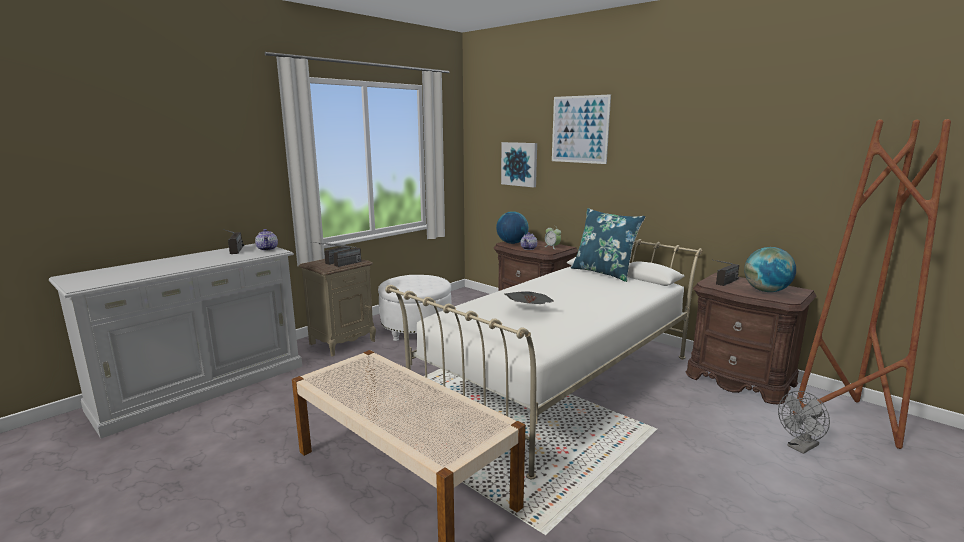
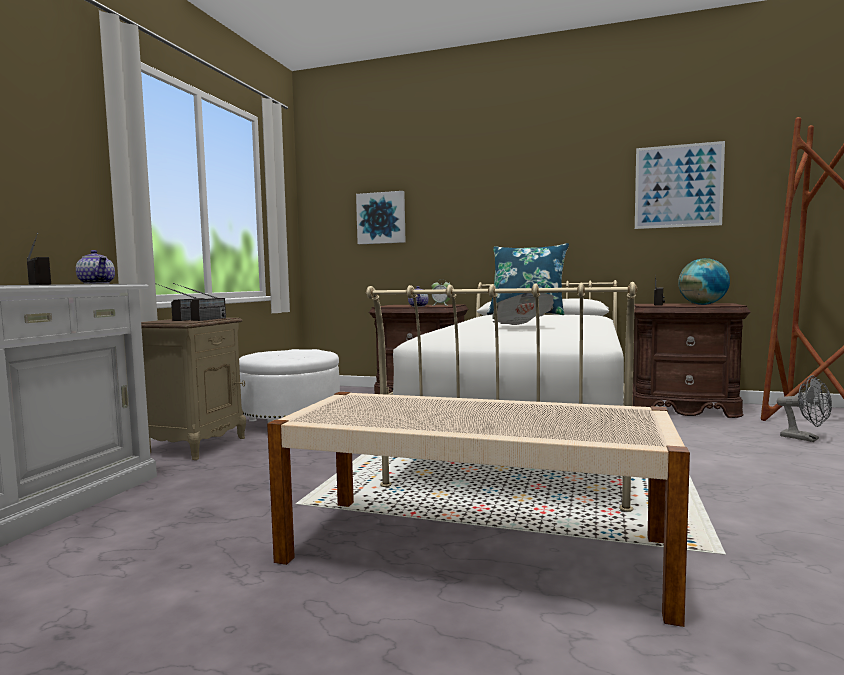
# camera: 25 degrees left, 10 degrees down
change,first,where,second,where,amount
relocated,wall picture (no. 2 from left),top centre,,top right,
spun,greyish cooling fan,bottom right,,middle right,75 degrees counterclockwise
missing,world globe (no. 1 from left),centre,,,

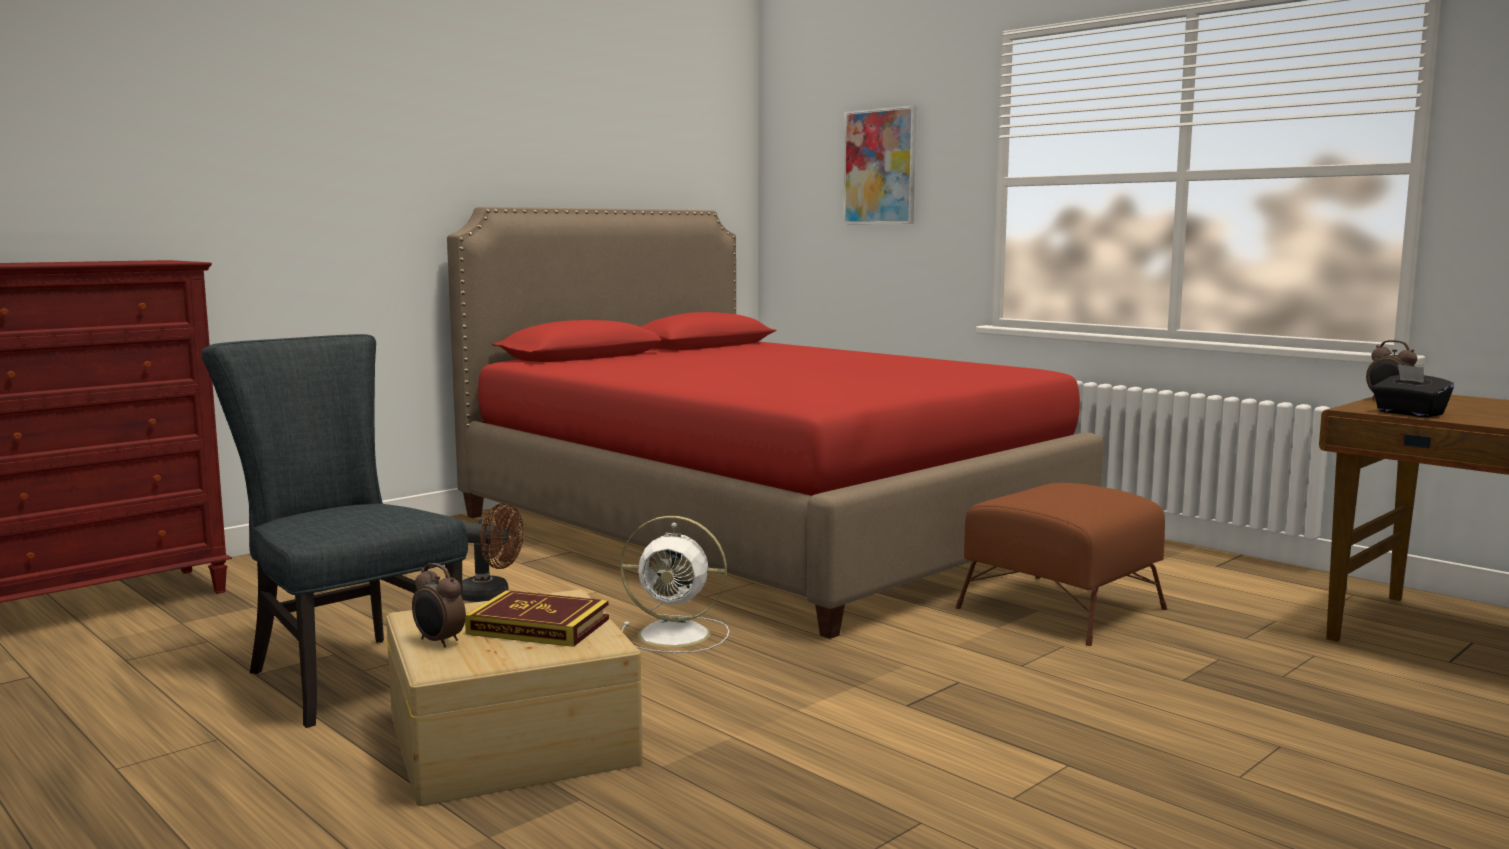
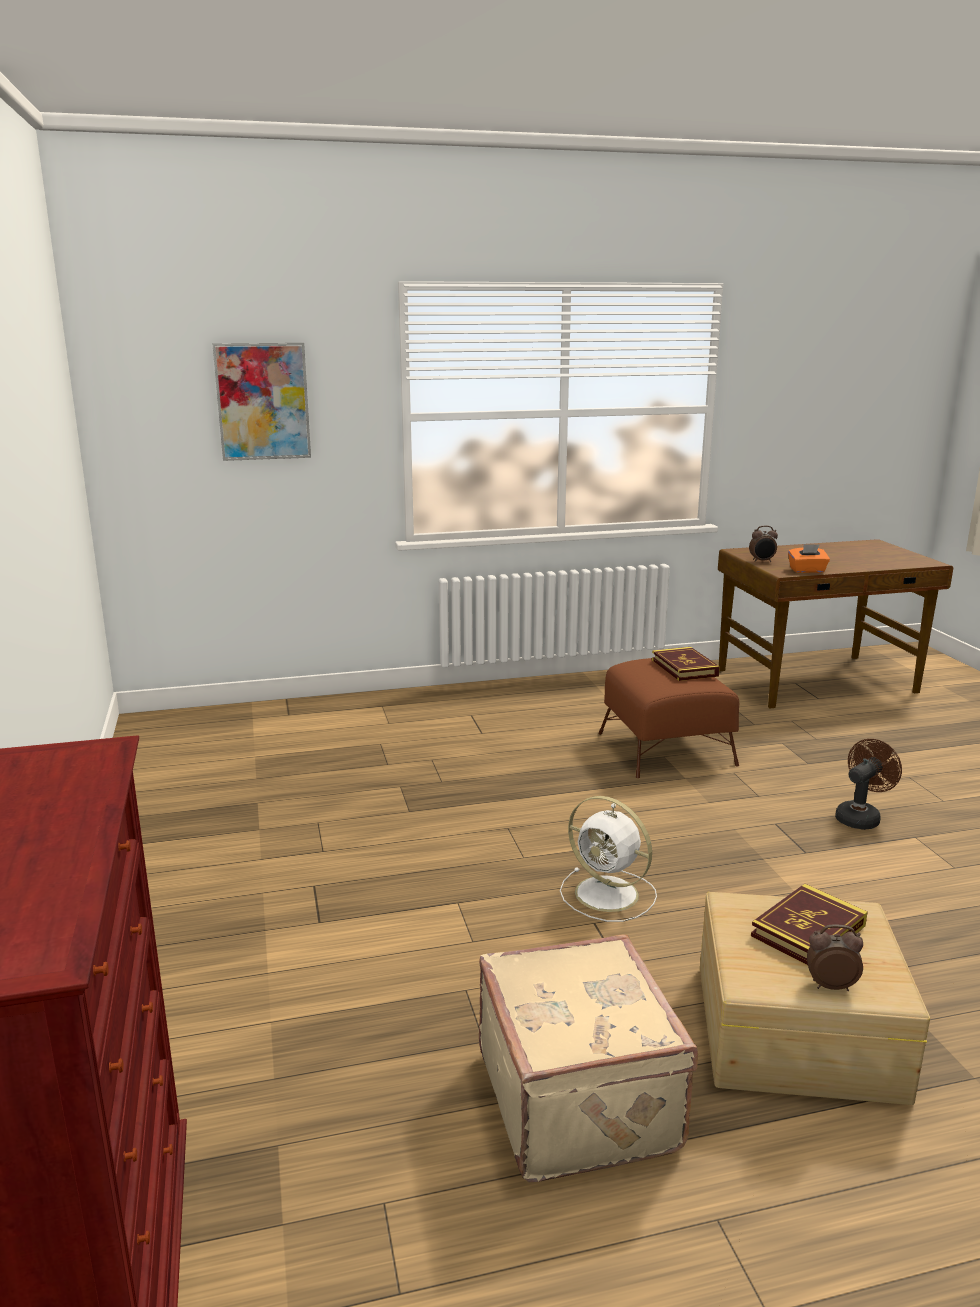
# camera: 60 degrees left, 10 degrees up
change,first,where,second,where,amount
exchanged,greyish upright chair,middle left,beige travel case,bottom centre,
spun,white cooling fan,bottom centre,,centre,90 degrees clockwise
appeared,,,book (no. 1 from left),middle right,
colour,black-coloured tissue box,middle right,orange-coloured tissue box,middle right,
spun,bedside clock (no. 1 from left in the first image),bottom left,bedside clock (no. 2 from left),bottom right,150 degrees counterclockwise
relocated,brown cooling fan,middle left,,middle right,
missing,red-coloured bed,centre,,,

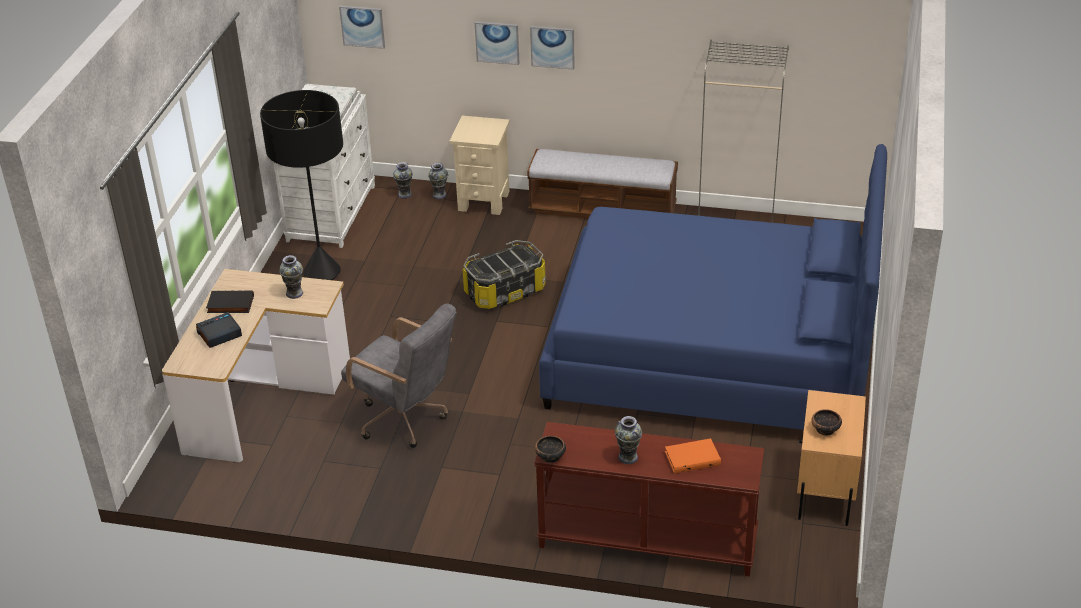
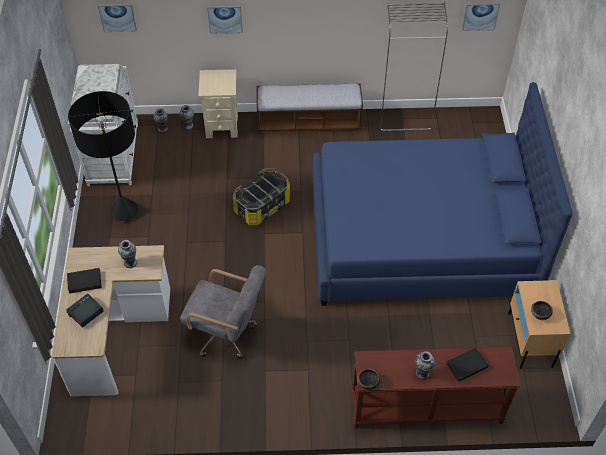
# camera: 15 degrees left, 15 degrees up
change,first,where,second,where,amount
colour,orange-coloured book,bottom centre,black-coloured book (no. 2 from left),bottom right,
relocated,wall picture (no. 3 from left),top centre,,top right,

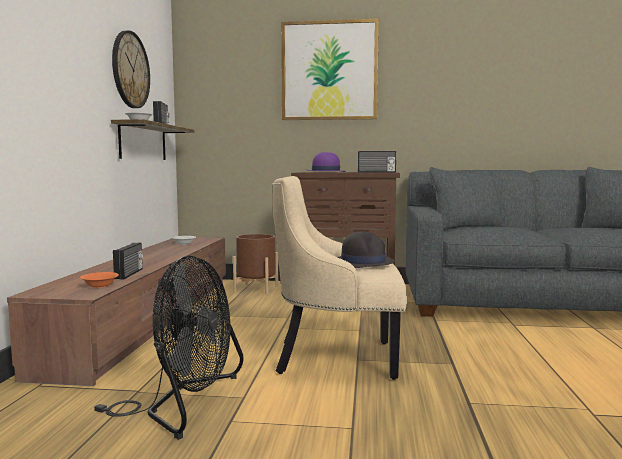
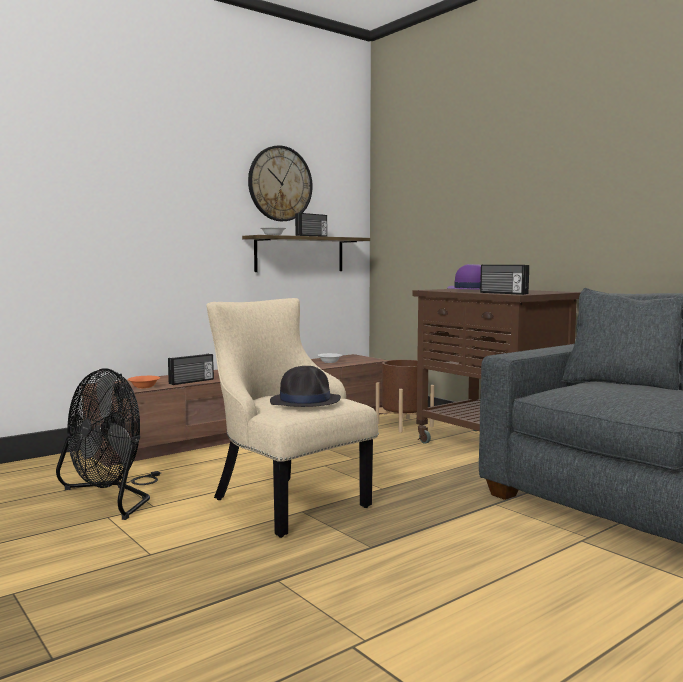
# camera: 45 degrees right, 0 degrees up
change,first,where,second,where,amount
spun,black-coloured cooling fan,bottom left,,middle left,75 degrees clockwise
missing,wall picture,top centre,,,

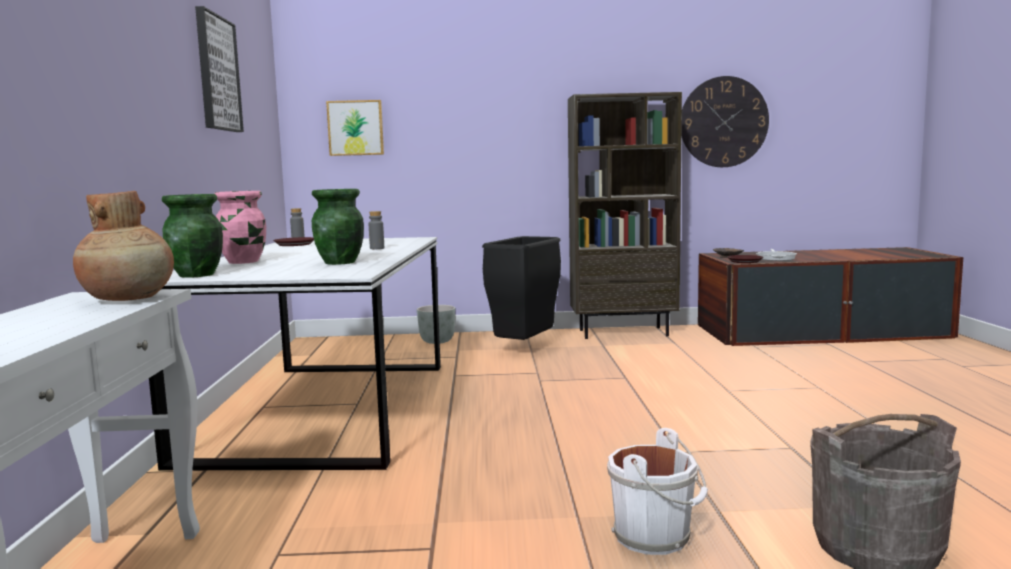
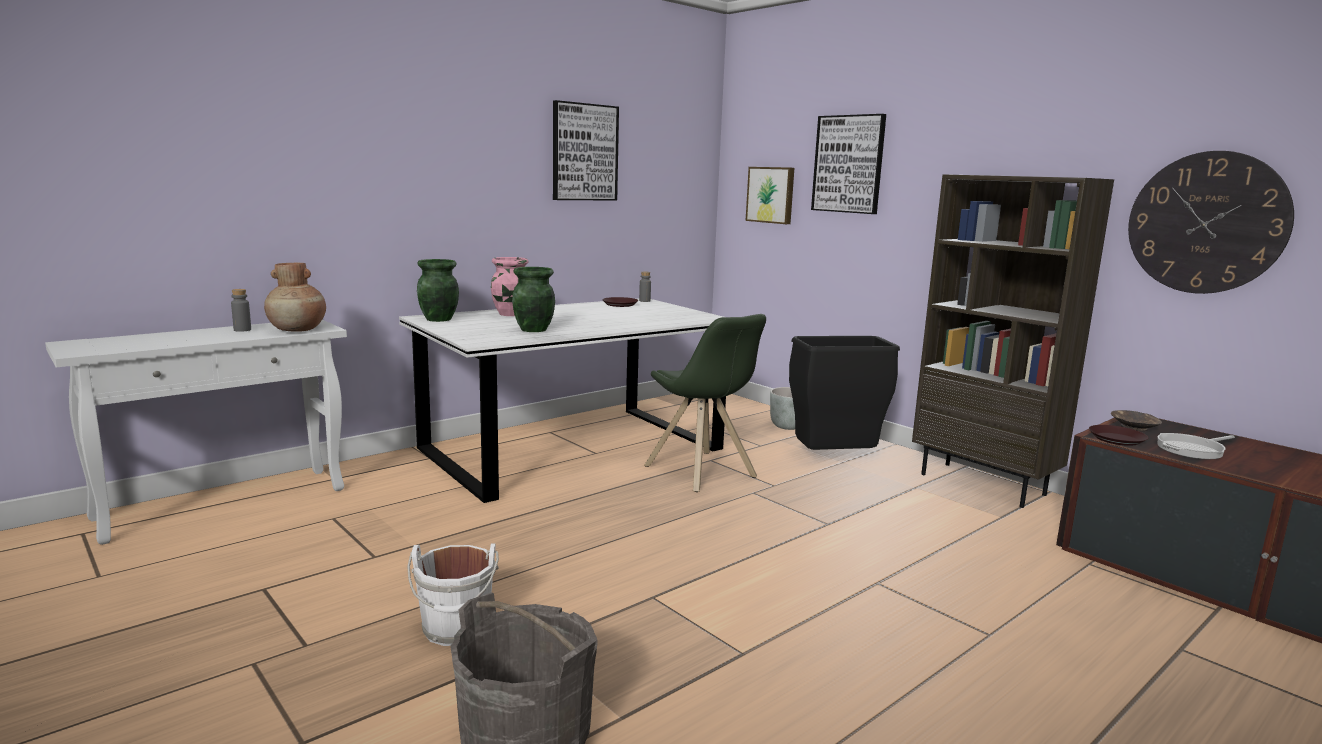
# camera: 50 degrees right, 5 degrees up
change,first,where,second,where,amount
relocated,greyish bottle (no. 2 from left in the first image),centre,greyish bottle (no. 1 from left),middle left,
appeared,,,green-coloured upright chair,centre,
appeared,,,wall picture (no. 3 from left),top centre,

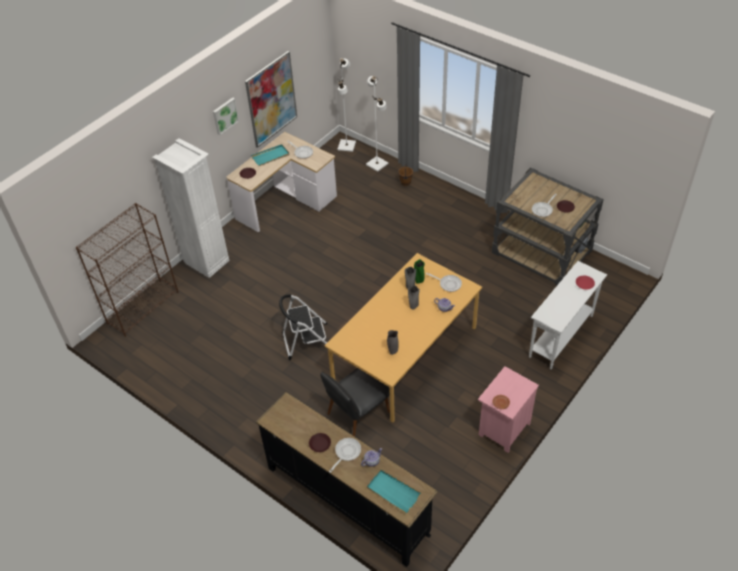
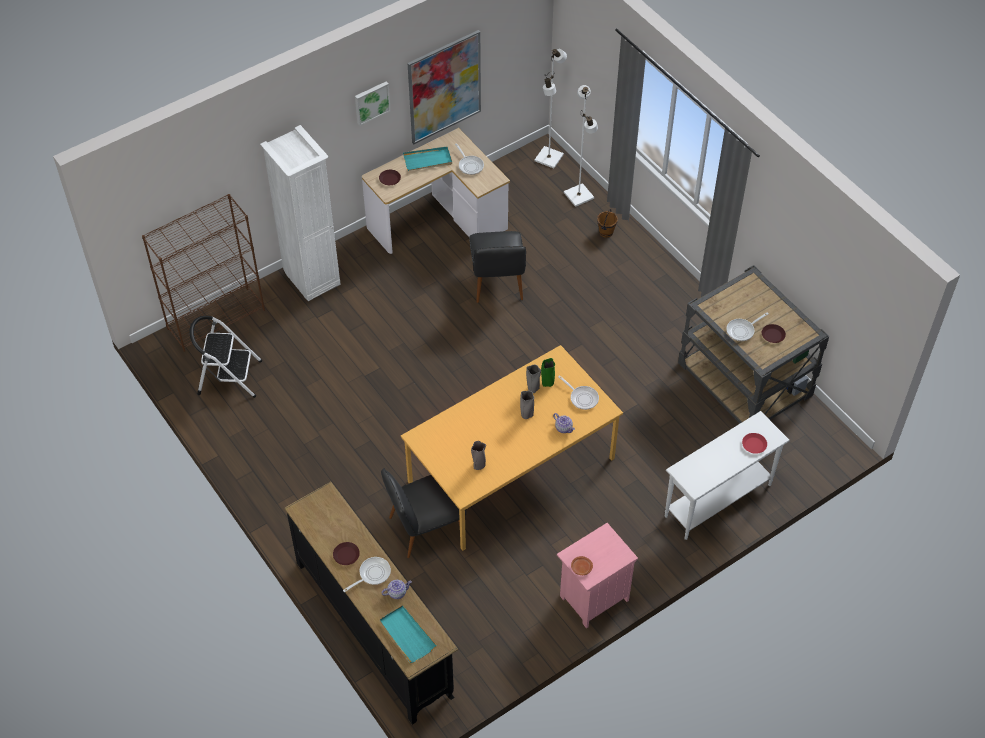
# camera: 15 degrees right, 5 degrees up
change,first,where,second,where,amount
relocated,step stool,centre,,middle left,
appeared,,,black-coloured upright chair (no. 2 from left),centre,

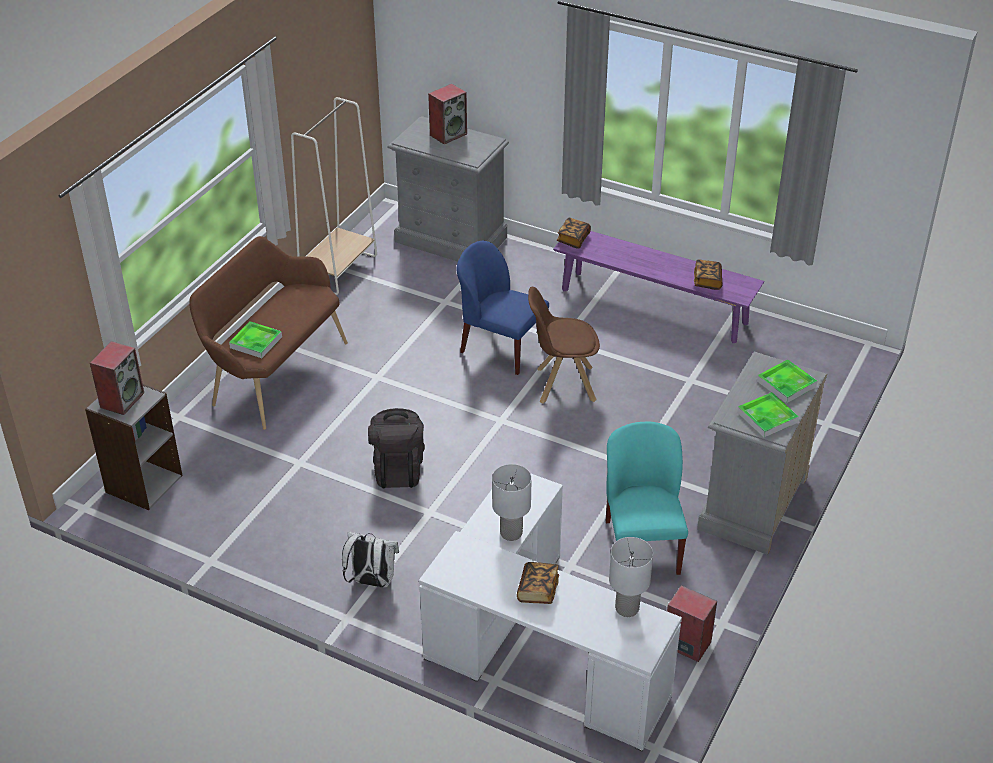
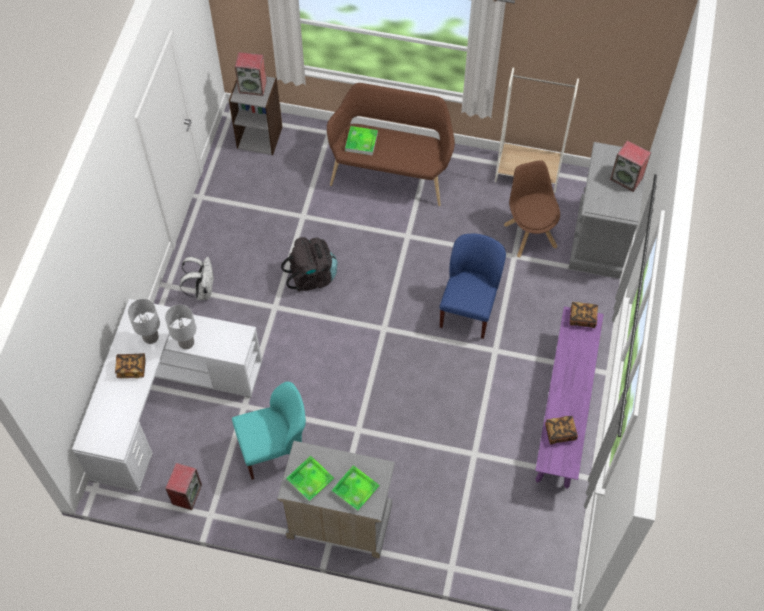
# camera: 75 degrees right, 20 degrees up
change,first,where,second,where,amount
relocated,greyish tabletop lamp (no. 2 from left in the first image),bottom centre,greyish tabletop lamp (no. 1 from left),middle left,
relocated,brown upright chair,centre,,middle right,

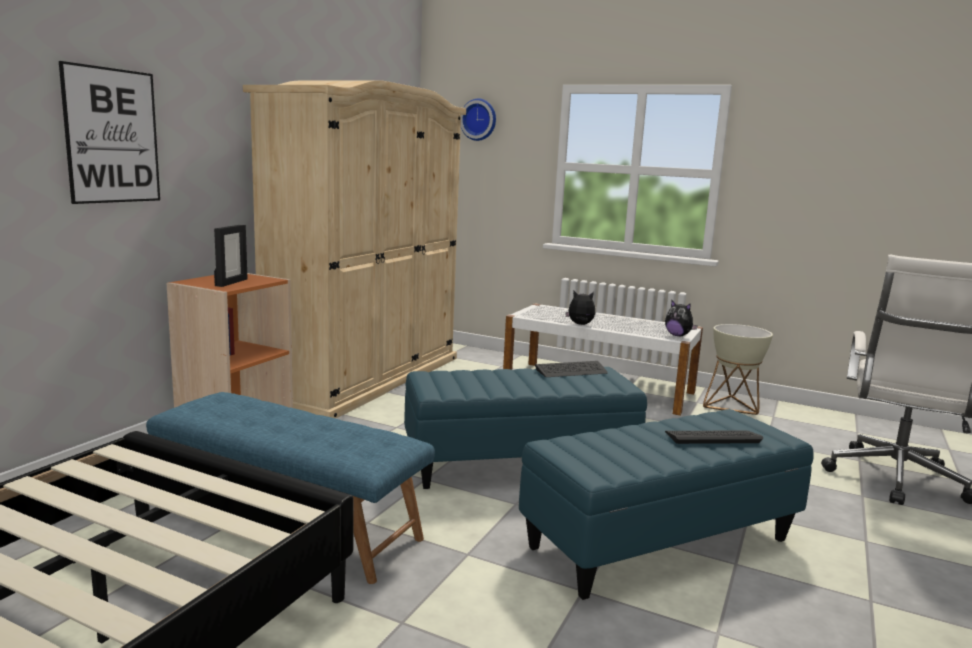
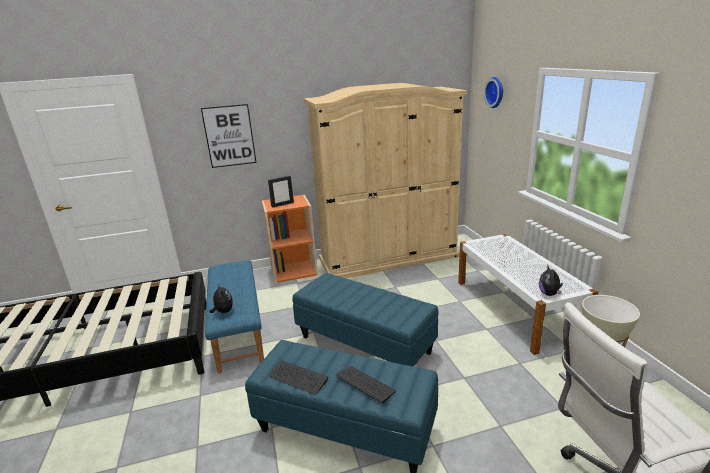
# camera: 50 degrees right, 10 degrees up
change,first,where,second,where,amount
relocated,plush toy (no. 1 from left),centre,,middle left,
relocated,keyboard (no. 1 from left),centre,,bottom centre,

